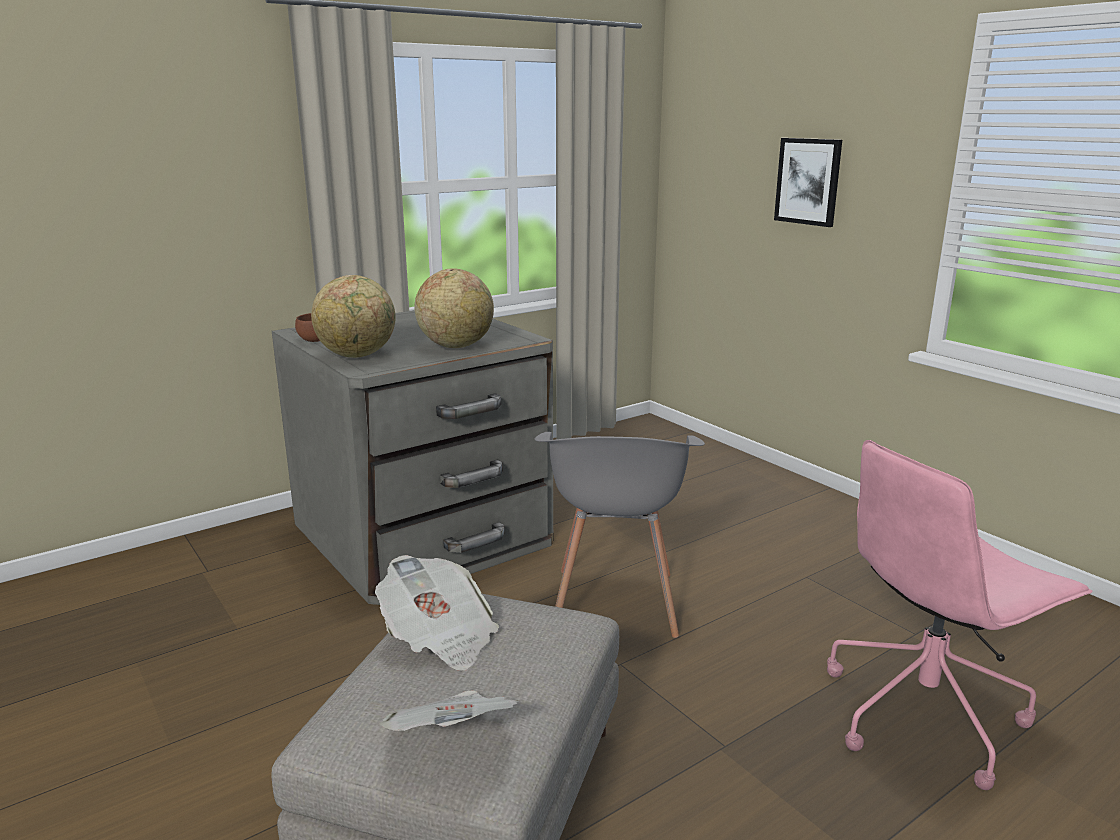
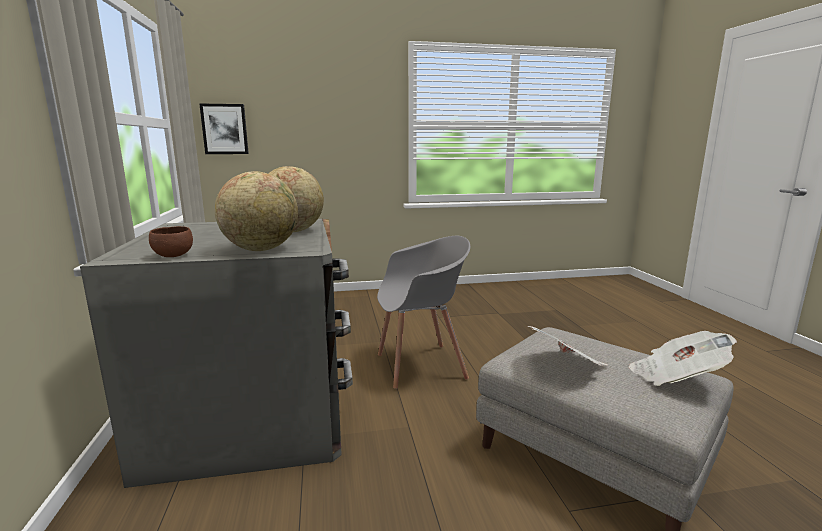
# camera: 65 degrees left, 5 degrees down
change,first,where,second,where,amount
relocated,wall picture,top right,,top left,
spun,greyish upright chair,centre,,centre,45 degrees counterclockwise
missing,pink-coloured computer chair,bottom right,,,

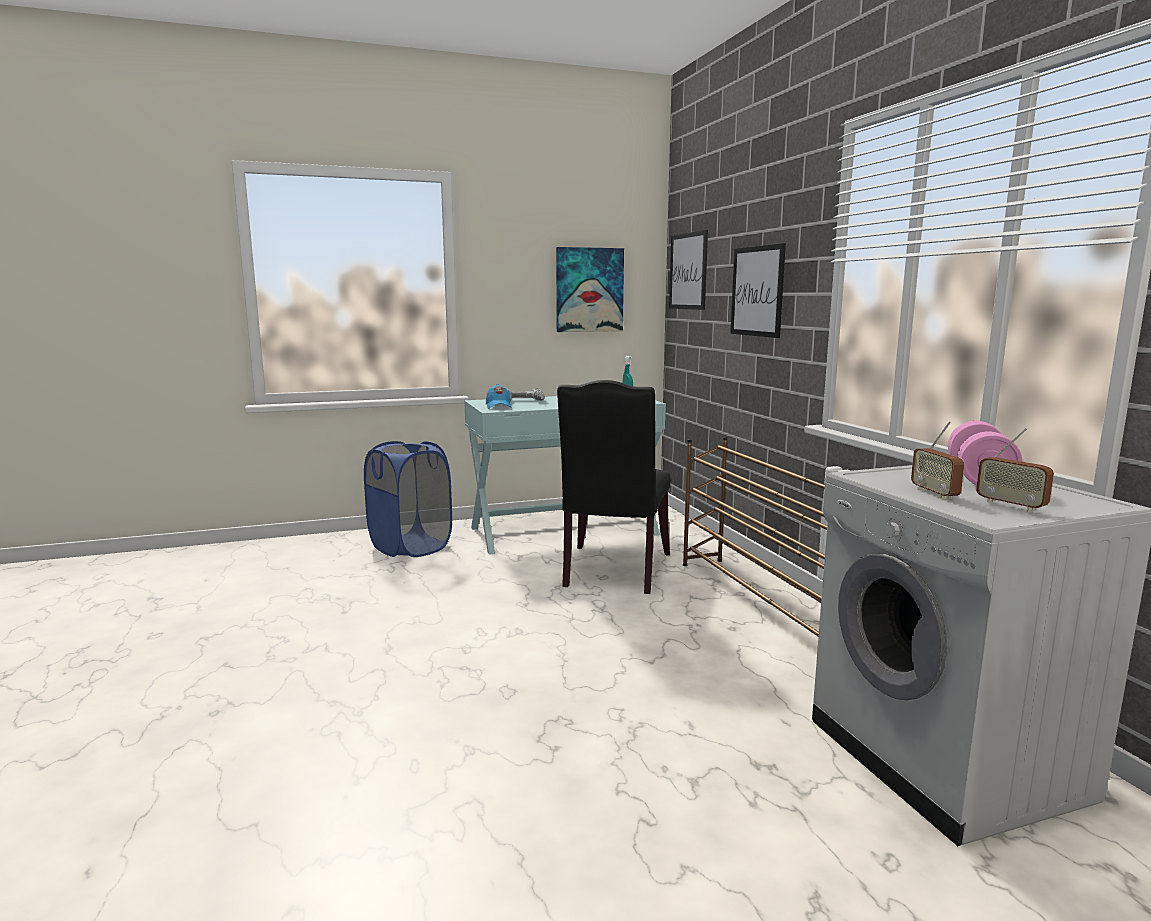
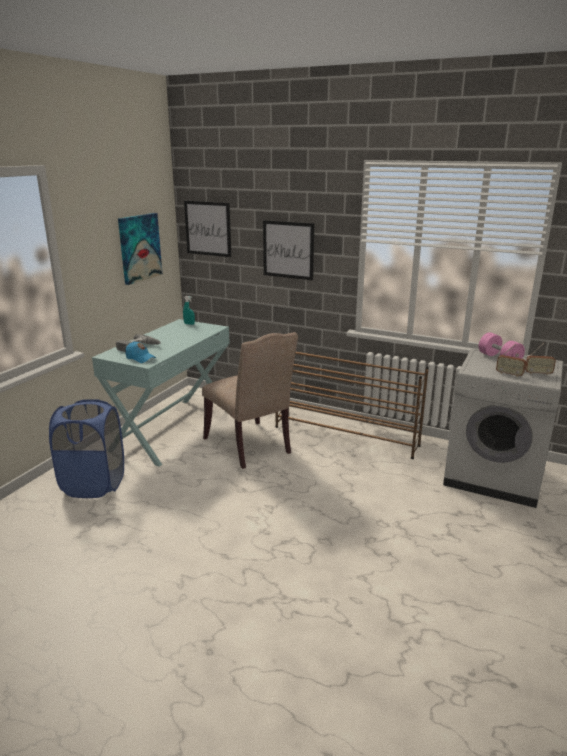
# camera: 45 degrees left, 10 degrees up
change,first,where,second,where,amount
colour,black-coloured upright chair,centre,beige upright chair,centre,

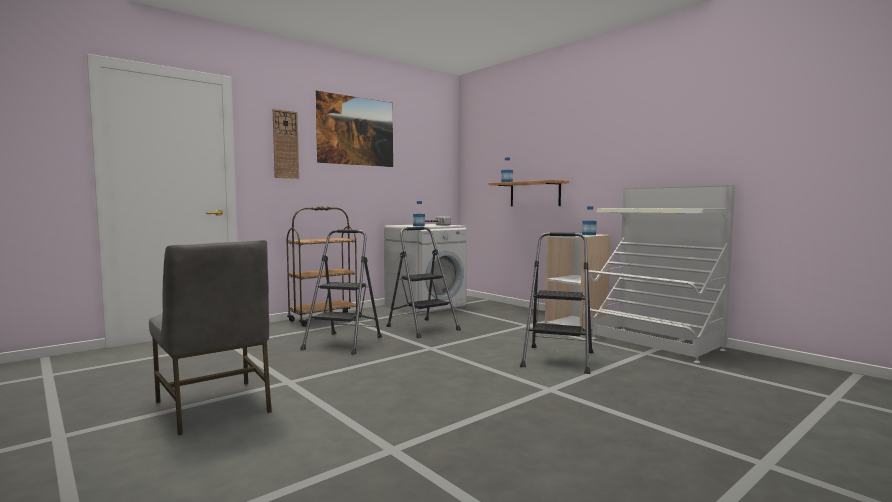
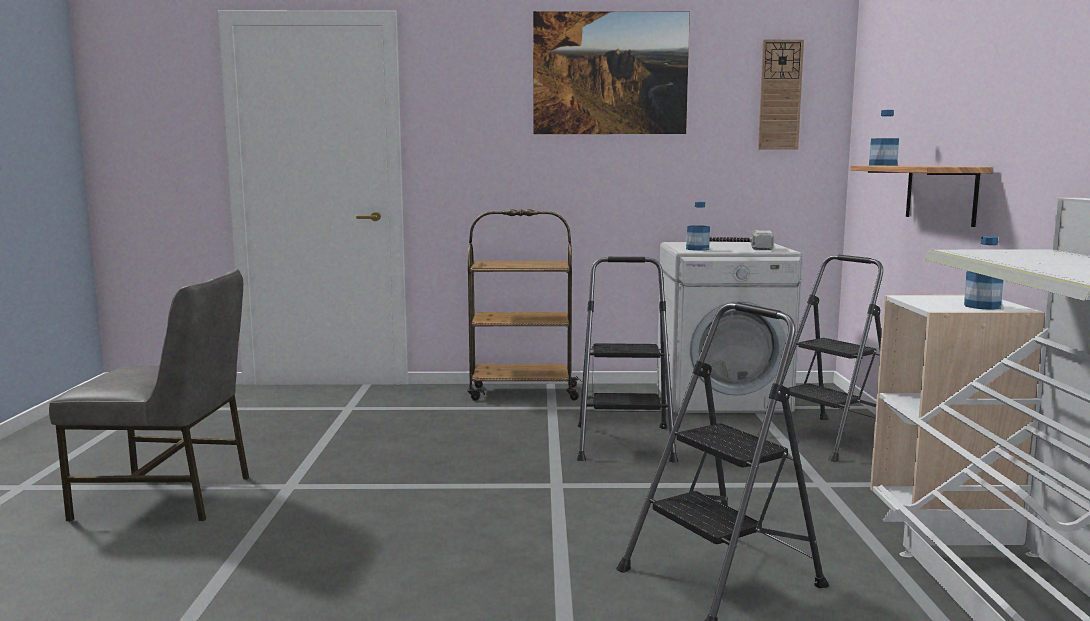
# camera: 40 degrees right, 5 degrees up
change,first,where,second,where,amount
spun,greyish upright chair,bottom left,,middle left,90 degrees counterclockwise
relocated,black-coloured step stool (no. 1 from left in the first image),centre,black-coloured step stool (no. 3 from left),middle right,
relocated,clock on the wall,top left,,top right,

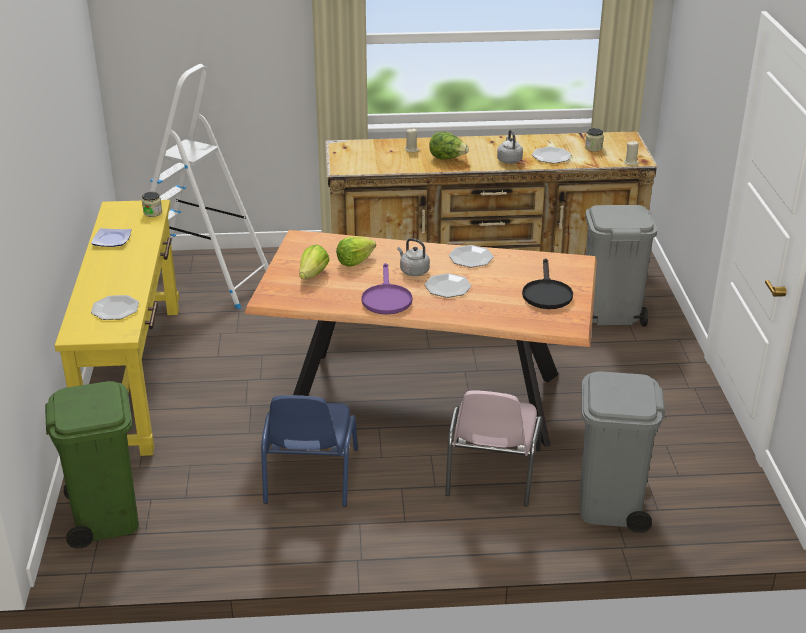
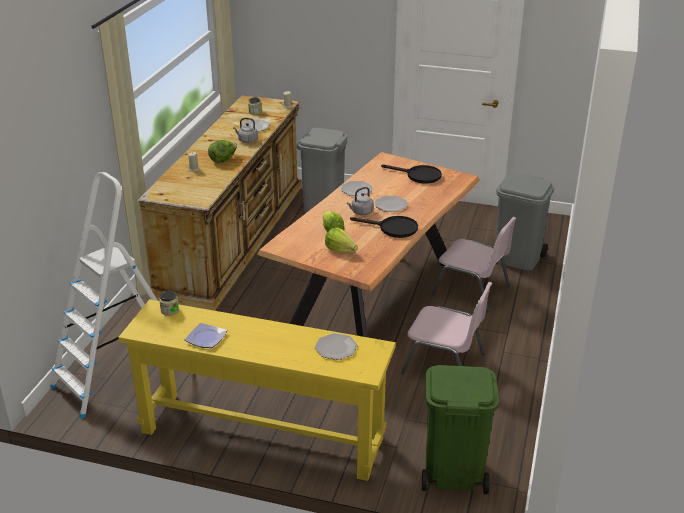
# camera: 70 degrees left, 0 degrees up
change,first,where,second,where,amount
colour,purplish pan,centre,black-coloured pan (no. 1 from left),centre,
colour,blue-coloured upright chair,bottom centre,pink-coloured upright chair (no. 1 from left),centre,

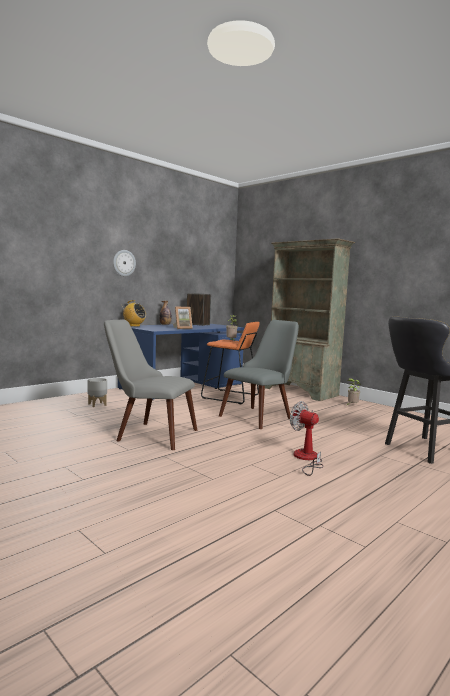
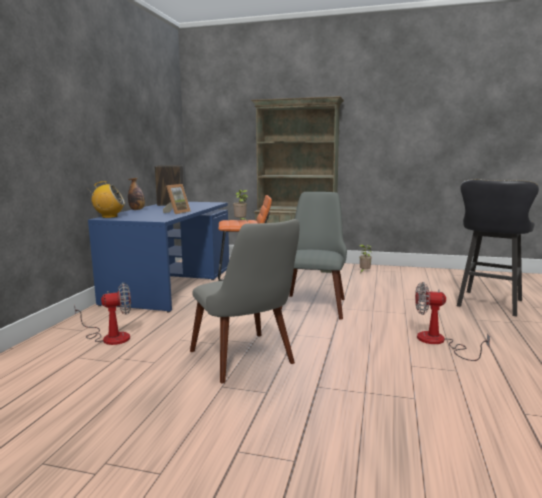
# camera: 30 degrees left, 5 degrees up
change,first,where,second,where,amount
exchanged,greyish plant pot,middle left,cooling fan (no. 1 from left),middle left,
spun,greyish upright chair (no. 1 from left),centre,,centre,105 degrees counterclockwise
missing,clock on the wall,middle left,,,

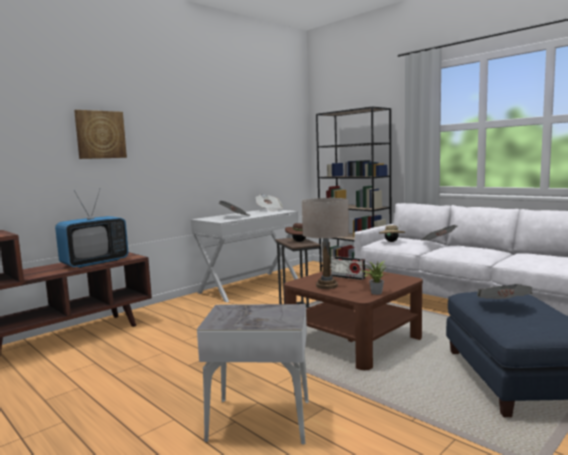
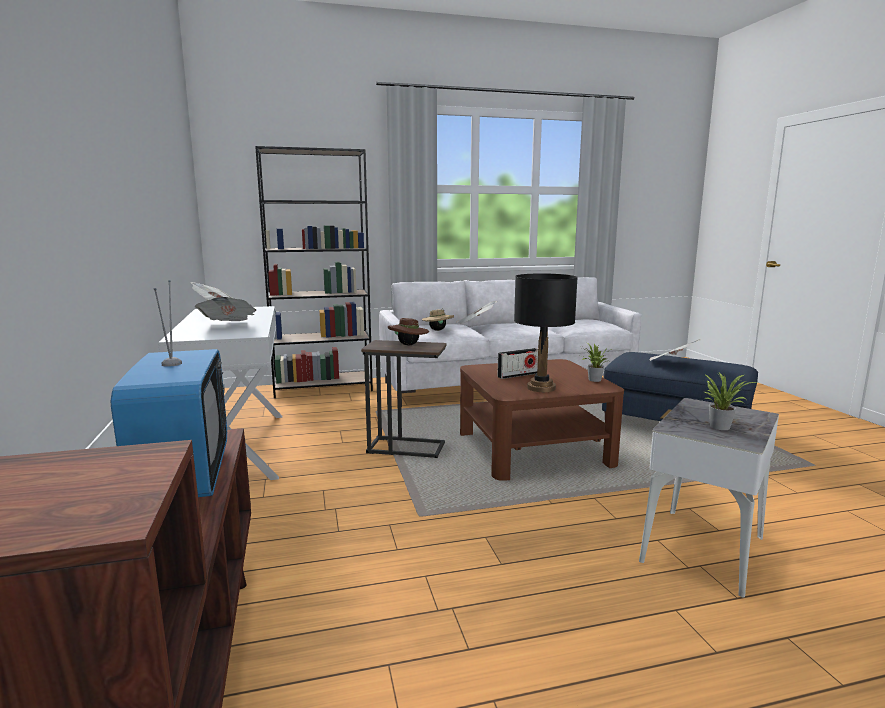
# camera: 60 degrees left, 5 degrees up
change,first,where,second,where,amount
colour,beige tabletop lamp,centre,black-coloured tabletop lamp,centre,
appeared,,,potted plant (no. 2 from left),middle right,
missing,wall picture,top left,,,

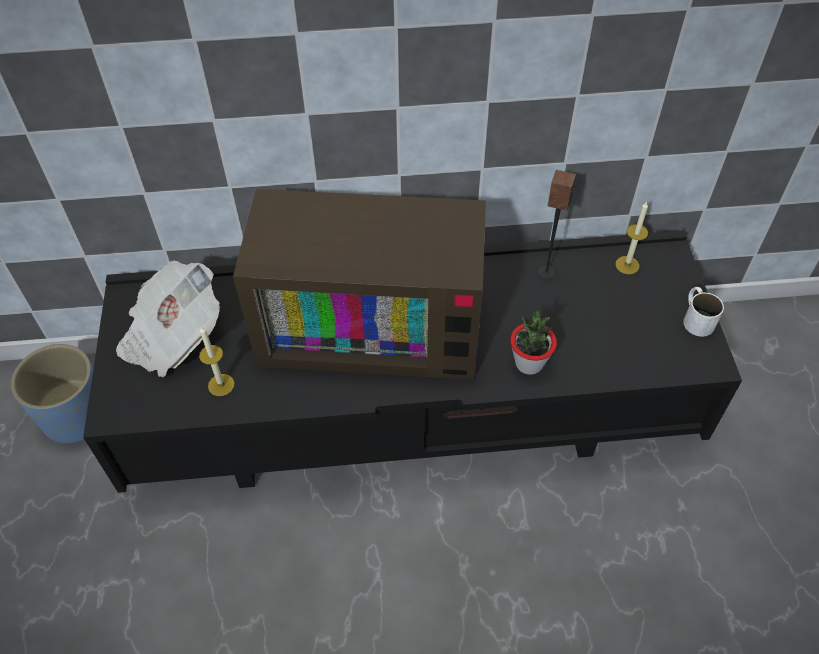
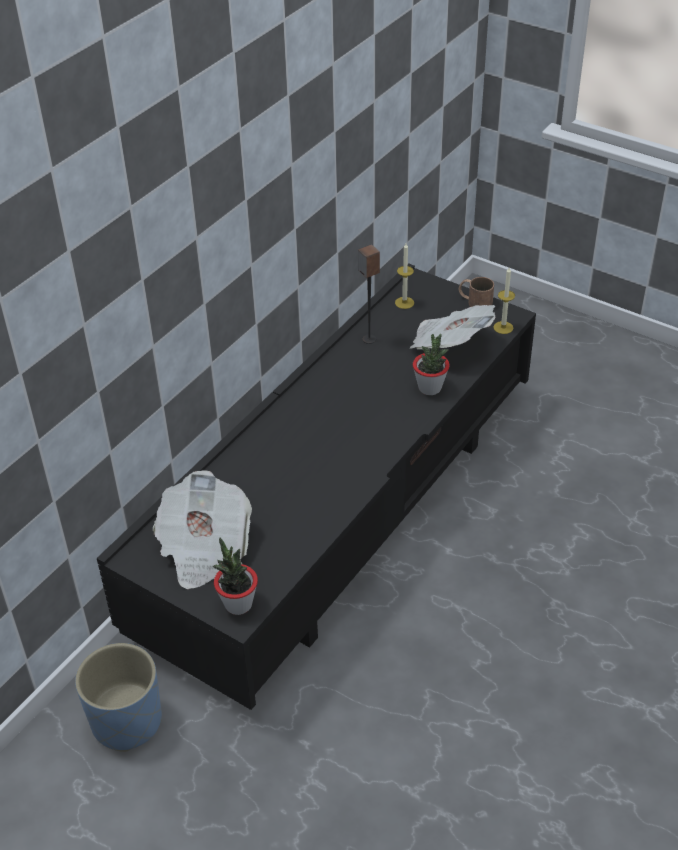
# camera: 50 degrees left, 10 degrees down
change,first,where,second,where,amount
appeared,,,potted plant (no. 1 from left),bottom centre,
appeared,,,printed paper (no. 2 from left),middle right,
colour,white coffee mug,middle right,brown coffee mug,middle right,
relocated,wax light (no. 1 from left in the first image),middle left,wax light (no. 2 from left),middle right,
missing,TV,centre,,,

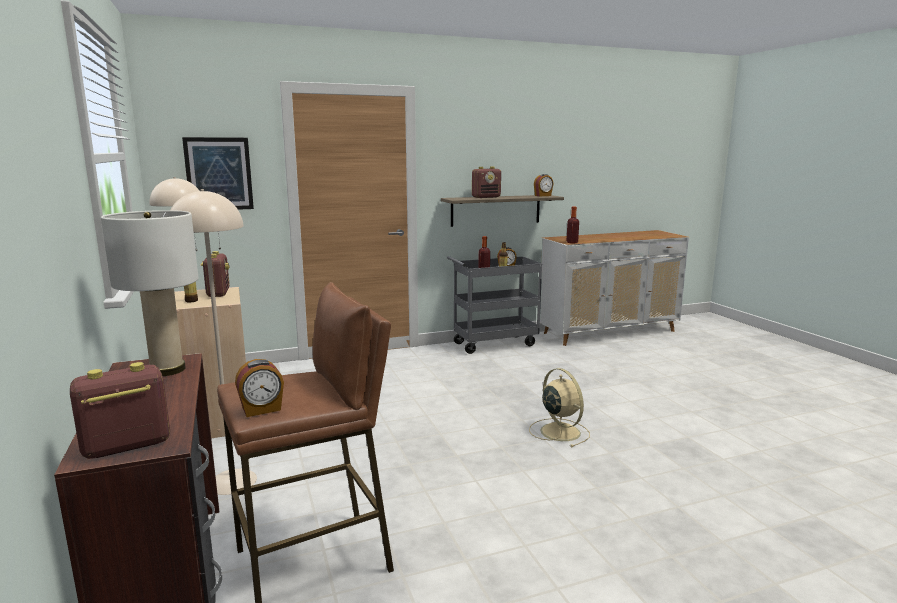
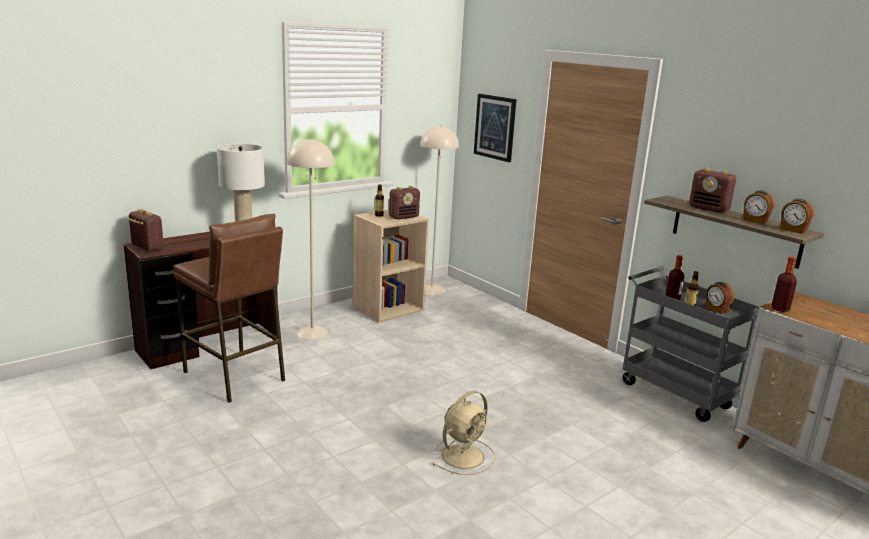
# camera: 70 degrees right, 5 degrees up
change,first,where,second,where,amount
relocated,bedside clock (no. 1 from left in the first image),middle left,bedside clock (no. 2 from left),middle right,

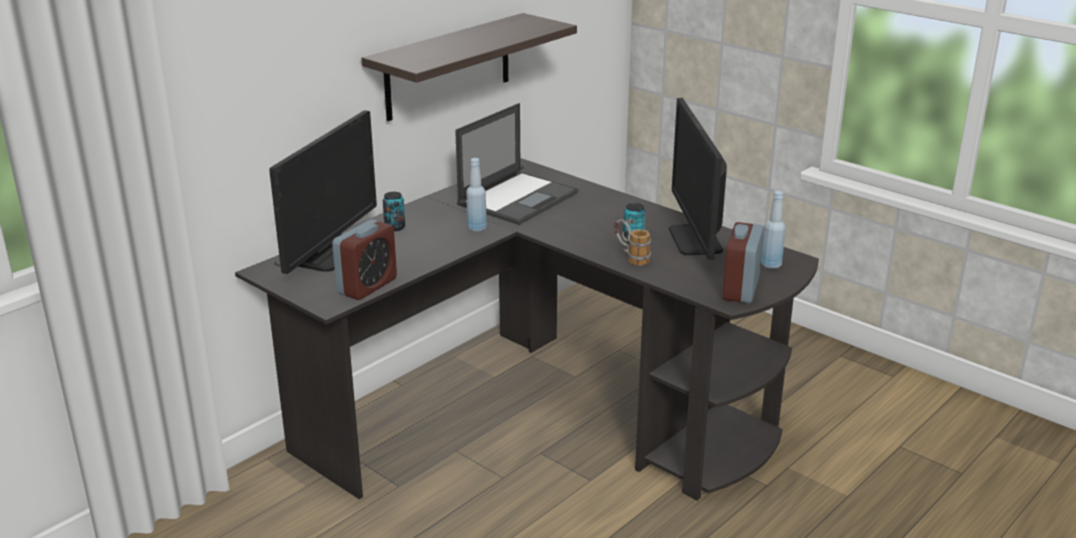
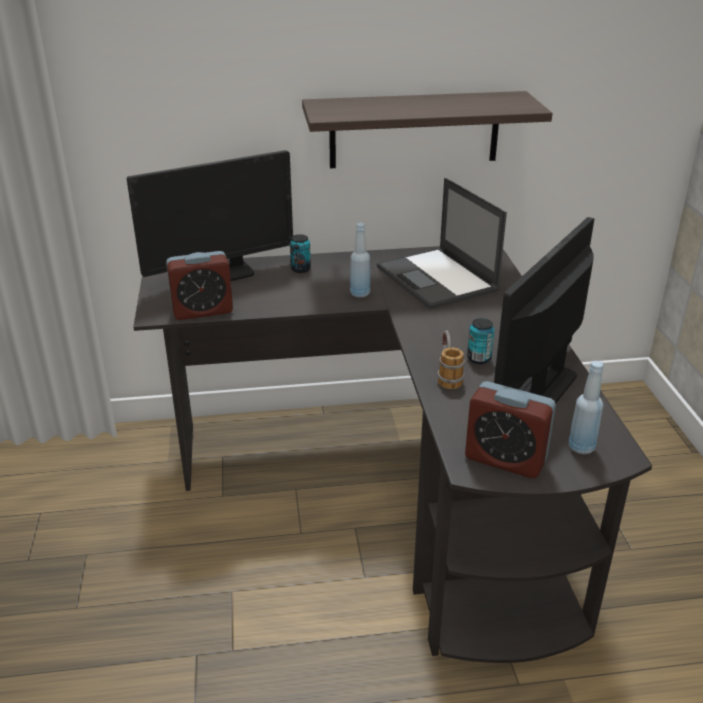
# camera: 40 degrees right, 5 degrees up
change,first,where,second,where,amount
spun,notebook computer,top centre,,centre,75 degrees clockwise
spun,bedside clock (no. 2 from left),middle right,,middle right,120 degrees counterclockwise

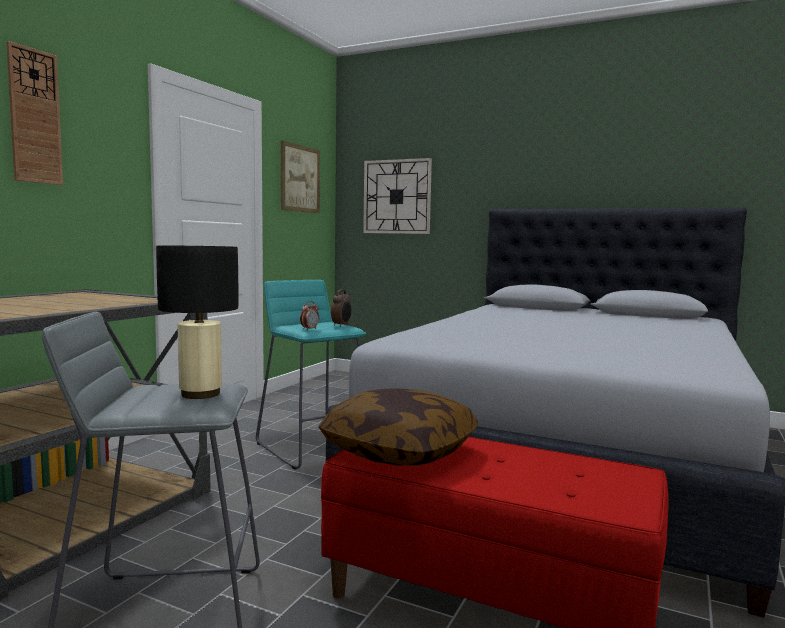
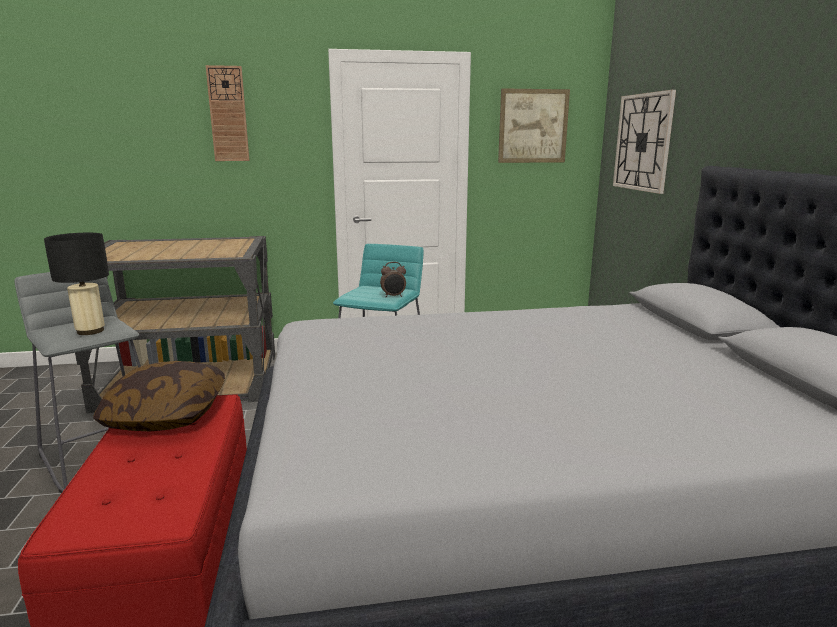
# camera: 55 degrees right, 10 degrees up
change,first,where,second,where,amount
missing,bedside clock (no. 1 from left),centre,,,

